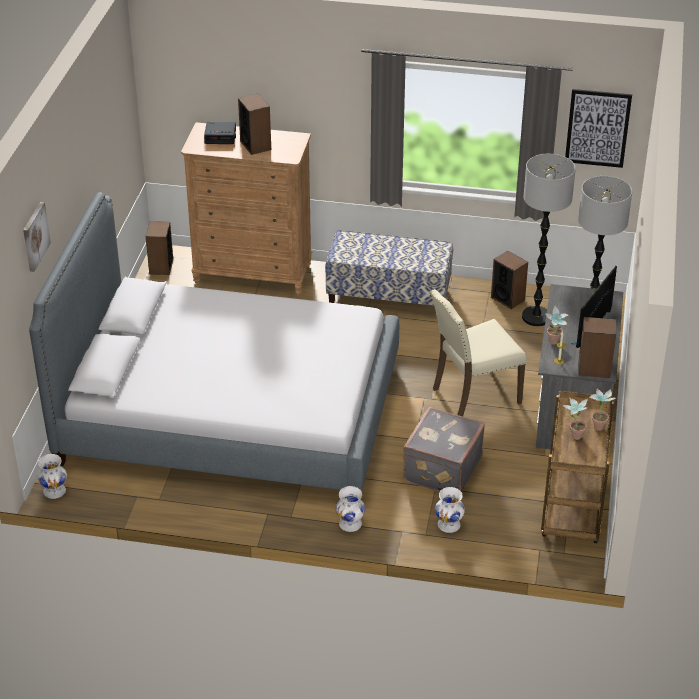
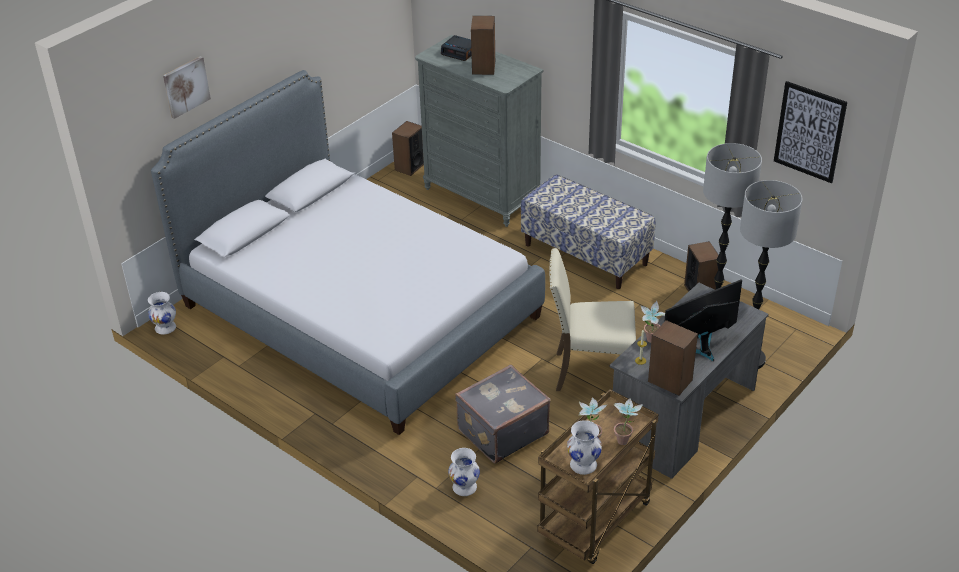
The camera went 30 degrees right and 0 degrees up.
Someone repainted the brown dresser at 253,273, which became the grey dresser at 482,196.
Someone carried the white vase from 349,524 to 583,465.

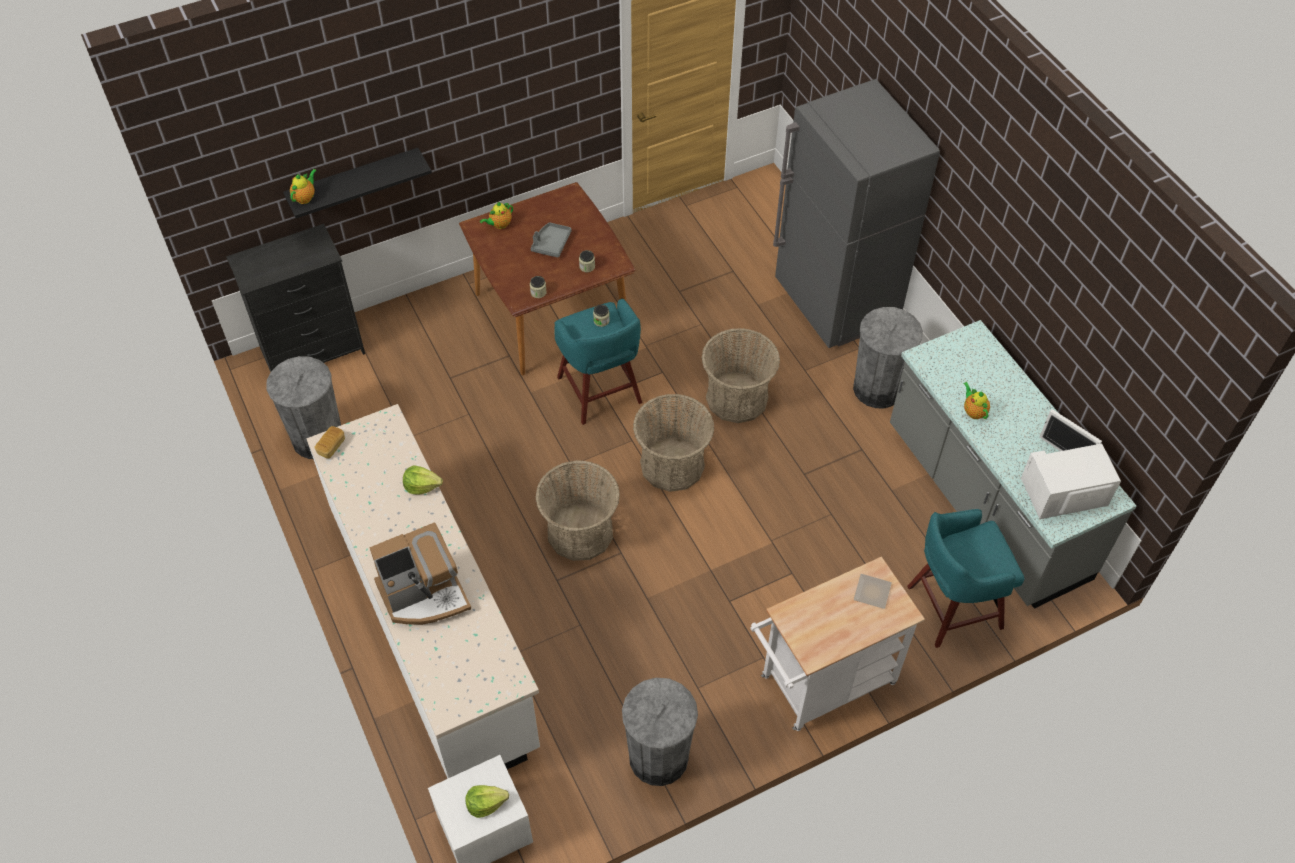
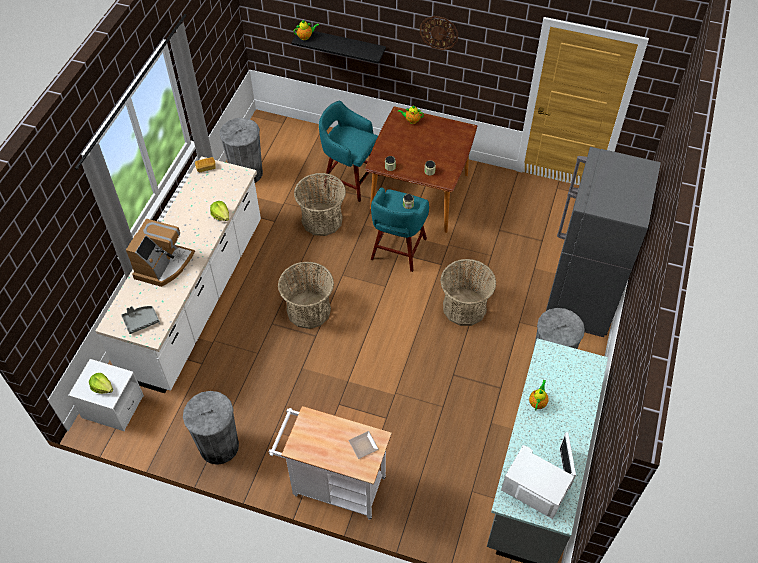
The camera went 45 degrees right and 0 degrees up.
Someone took away the black dresser at 313,352.
Someone rotated the coffee machine at 424,595 by 90 degrees counterclockwise.
Someone carried the grey tray from 551,244 to 141,321.
Someone carried the basket from 672,464 to 322,220.
Someone carried the turquoise stool from 951,608 to 349,180.
Someone put up the wall clock at 439,32.

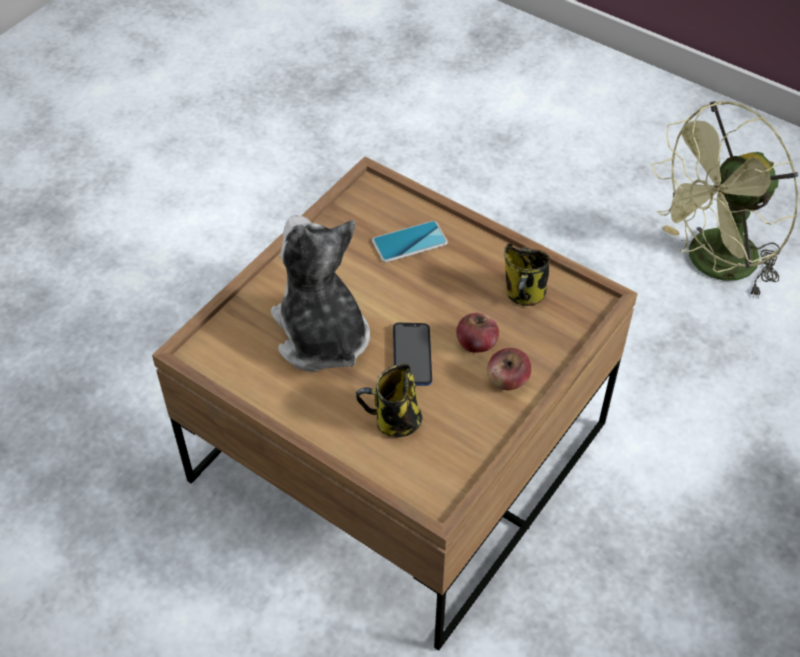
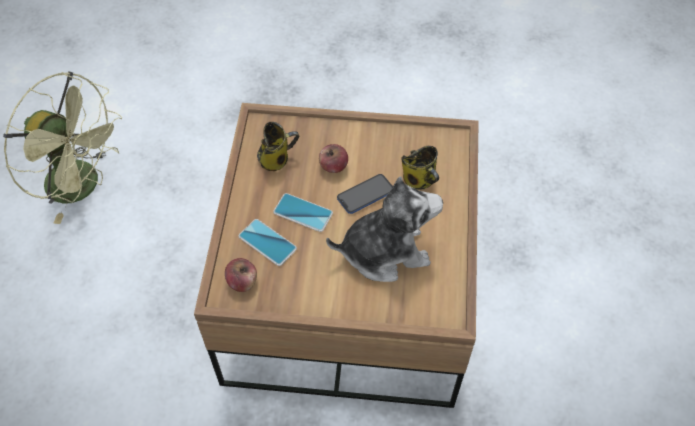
The camera went 120 degrees left and 5 degrees up.
Someone rotated the plush toy at 321,336 by 135 degrees counterclockwise.
Someone carried the apple from 507,381 to 242,282.
Someone put down the phone at 303,213.

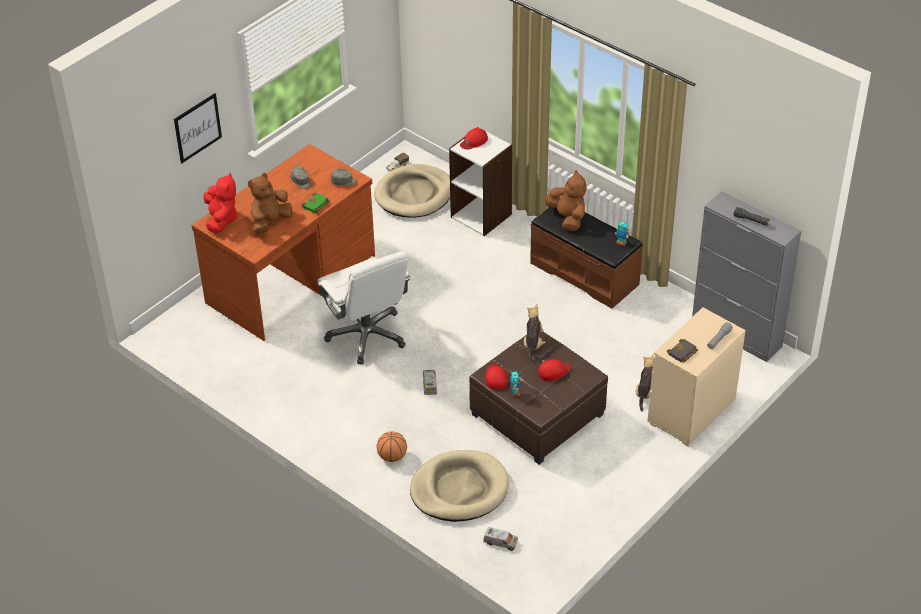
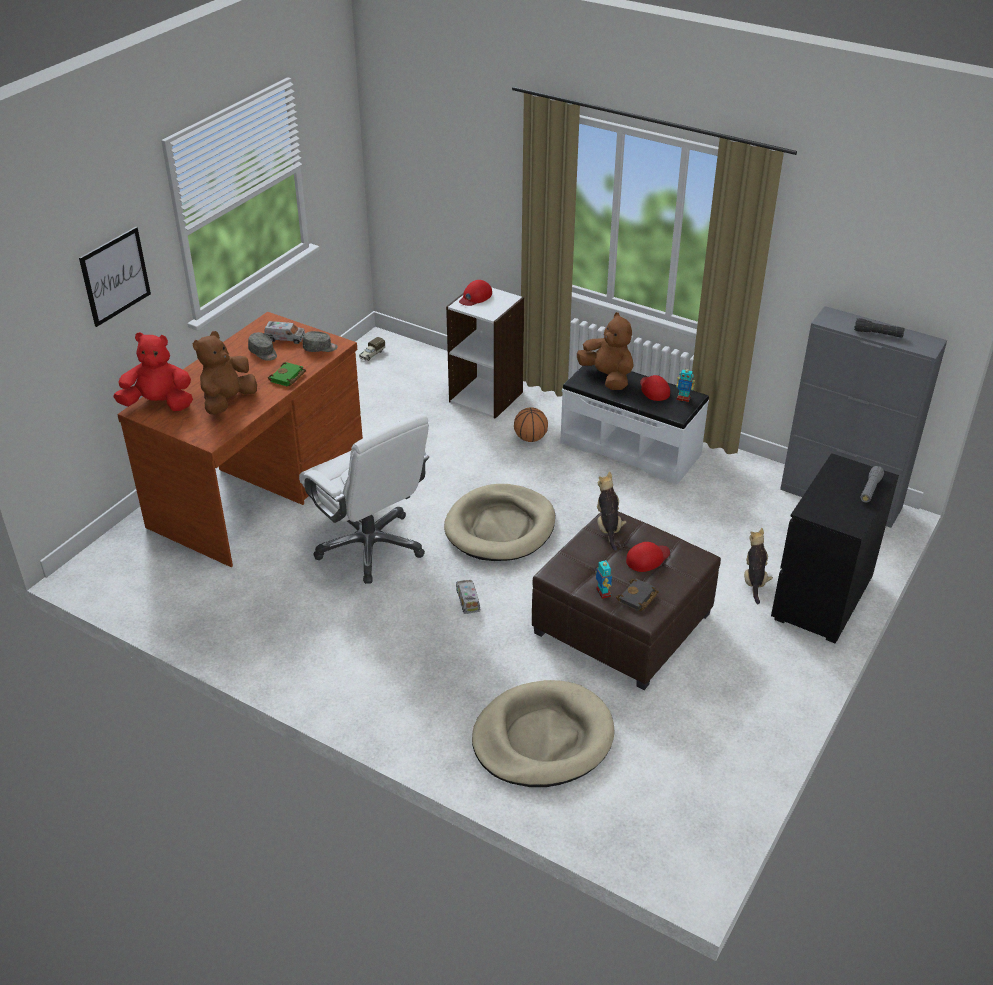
The camera went 10 degrees left and 5 degrees down.
Someone rotated the red plush toy at 221,219 by 75 degrees counterclockwise.
Someone carried the beige dog bed from 414,194 to 500,527.
Someone carried the basketball from 392,456 to 530,438.
Someone carried the toy truck from 500,542 to 285,338.
Someone carried the red cap from 495,378 to 654,390.
Someone repainted the brown bench at 585,273, which became the white bench at 630,448.
Someone repainted the beige dresser at 691,412, which became the black dresser at 821,598.
Someone carried the black book from 682,353 to 637,598.

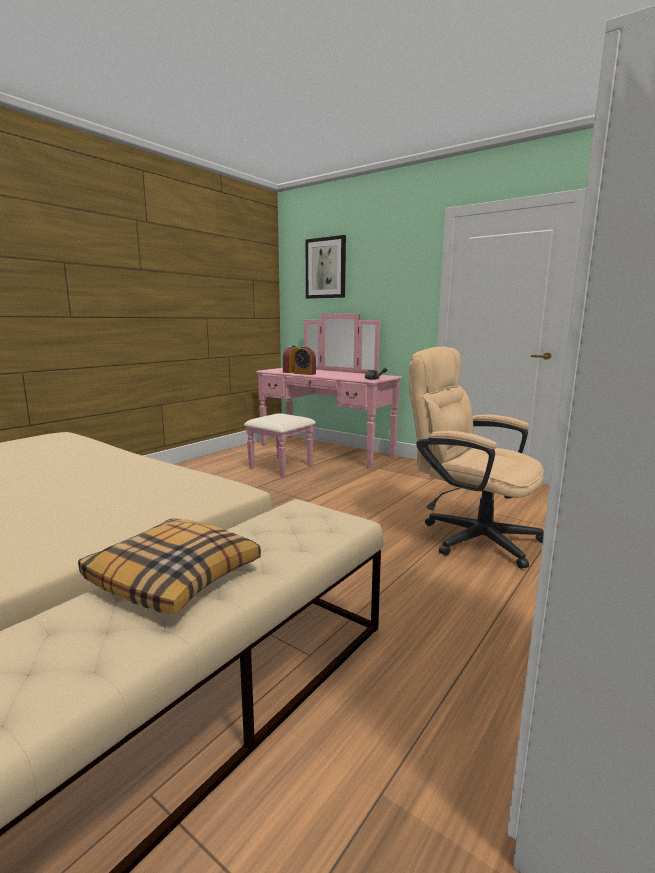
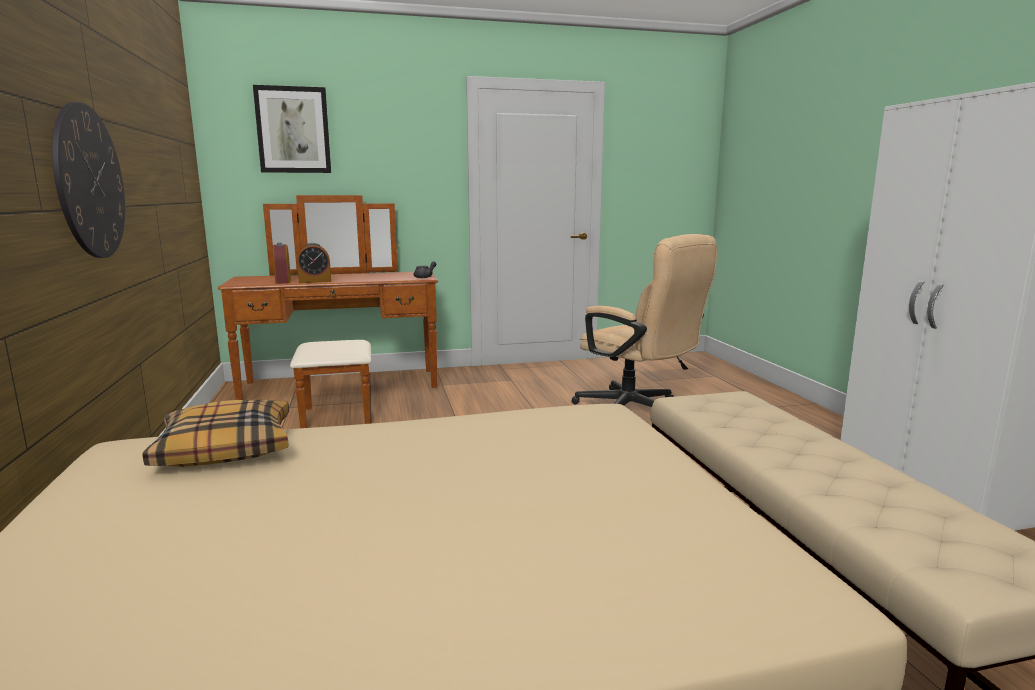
The camera went 50 degrees left and 0 degrees up.
Someone carried the pillow from 175,577 to 226,448.
Someone repainted the pink dresser at 316,454, which became the brown dresser at 341,391.
Someone rotated the beige office chair at 470,536 by 120 degrees counterclockwise.
Someone put up the wall clock at 90,182.

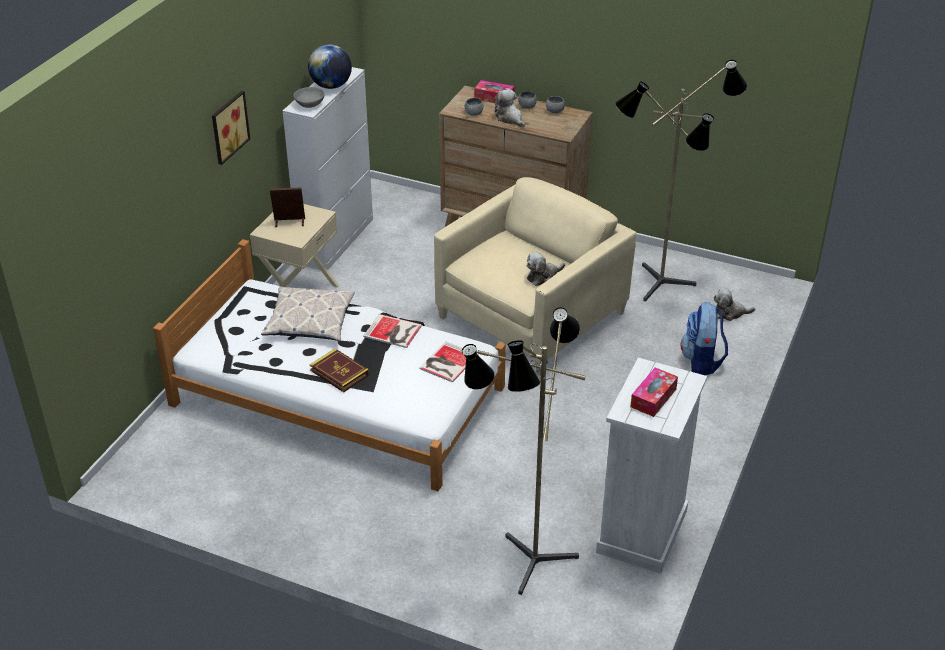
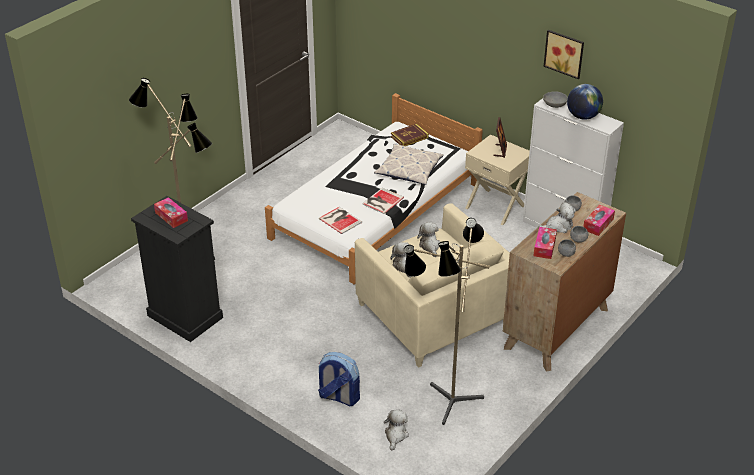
The camera went 105 degrees right and 0 degrees up.
Someone carried the picture from 228,126 to 565,53.
Someone carried the book from 339,373 to 409,137.
Someone repainted the white dresser at 642,532, which became the black dresser at 184,316.
Someone put down the plush toy at 430,246.
Someone put down the tissue box at 544,247.

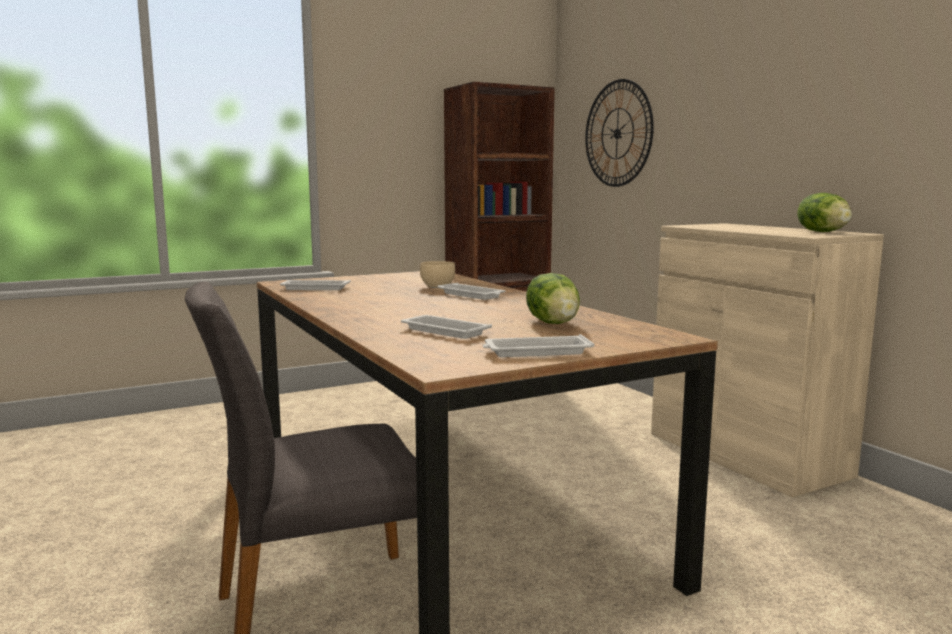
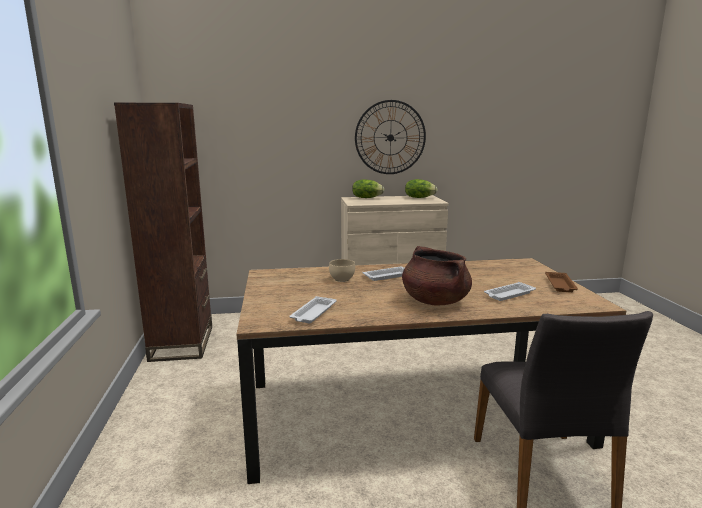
The camera went 70 degrees left and 5 degrees up.
Someone repainted the white tray at 536,352, which became the brown tray at 560,285.
Someone carried the lettuce from 554,323 to 366,198.
Someone carried the wall clock from 617,133 to 390,137.
Someone put down the brown cooking pot at 434,301.

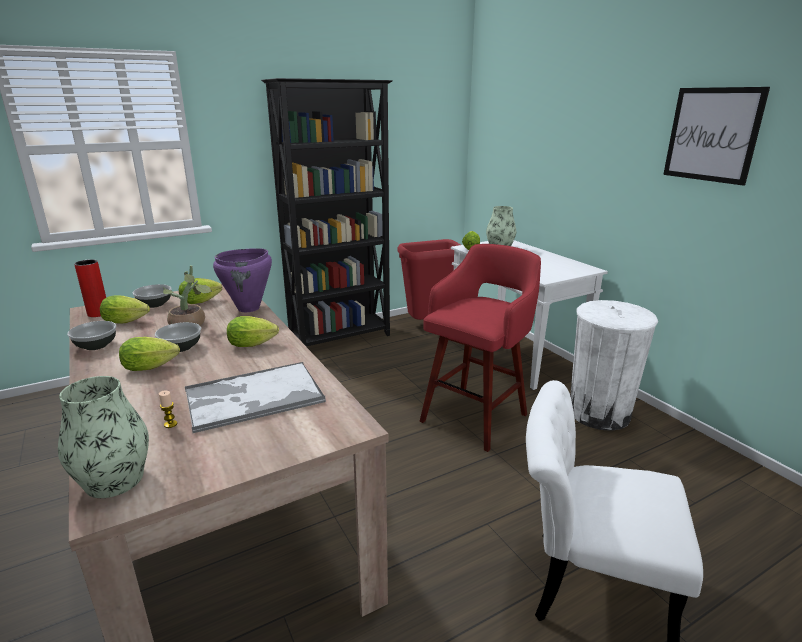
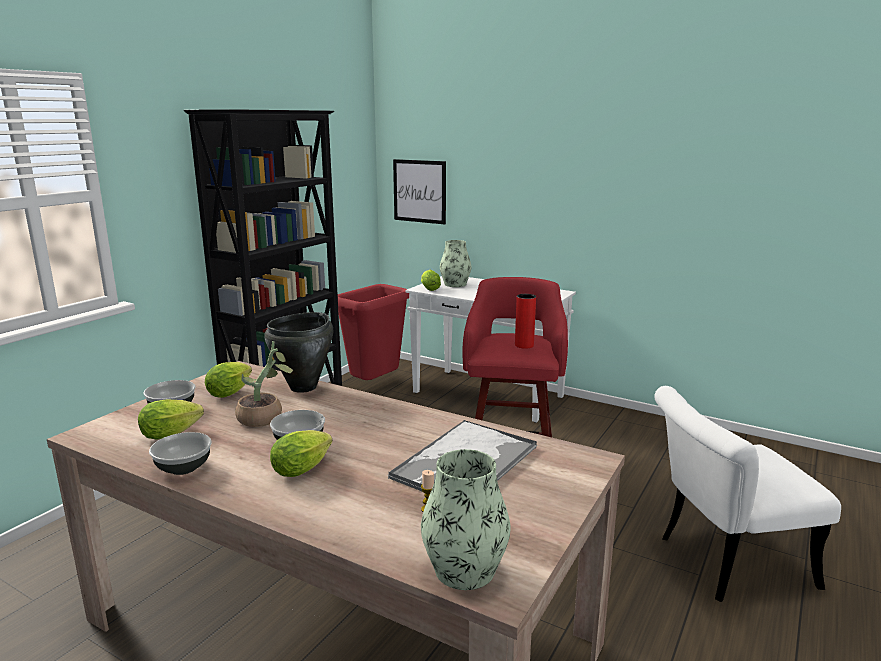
The camera went 30 degrees left and 5 degrees down.
Someone carried the red vase from 98,313 to 524,345.
Someone repainted the purple cooking pot at 249,308, which became the black cooking pot at 304,387.
Someone took away the lettuce at 255,344.
Someone took away the white trash can at 599,413.
Someone carried the picture from 712,135 to 419,191.

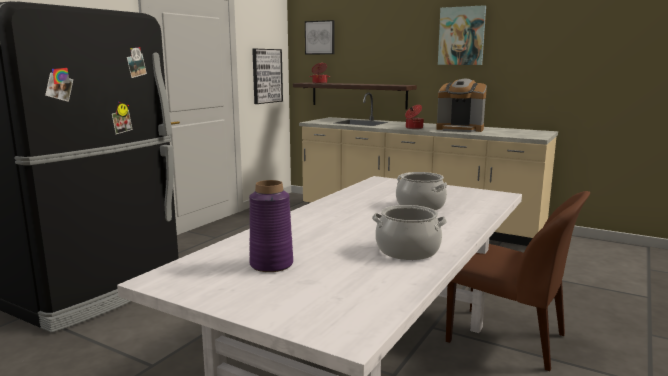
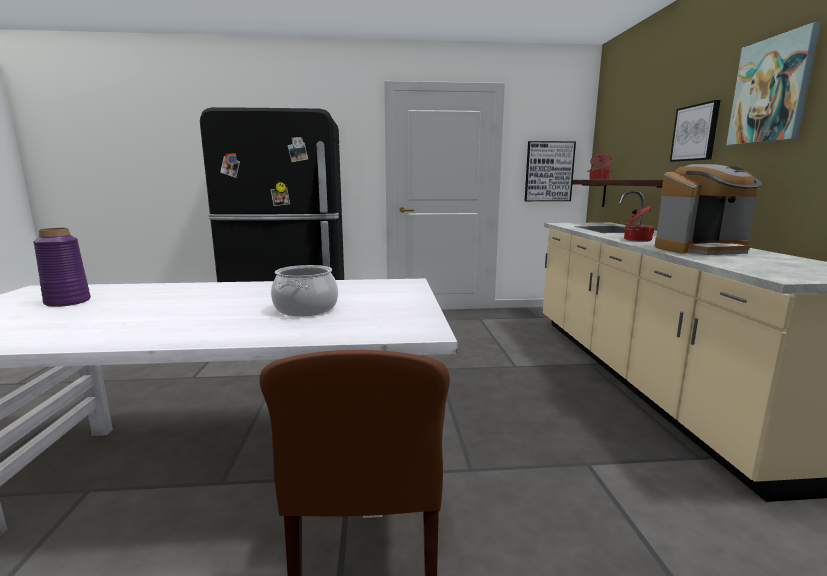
The camera went 55 degrees right and 0 degrees up.
Someone carried the picture from 320,37 to 695,133.
Someone took away the cooking pot at 408,250.
Someone rotated the coffee machine at 460,129 by 90 degrees counterclockwise.

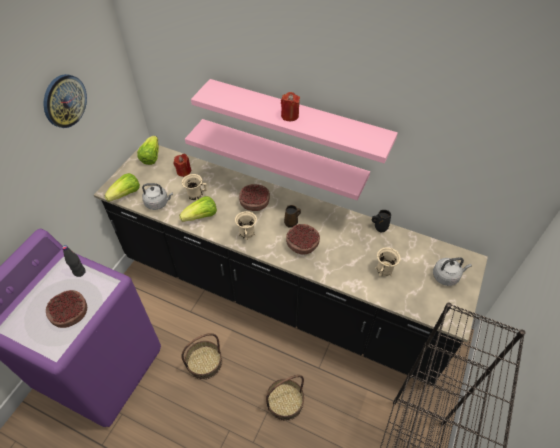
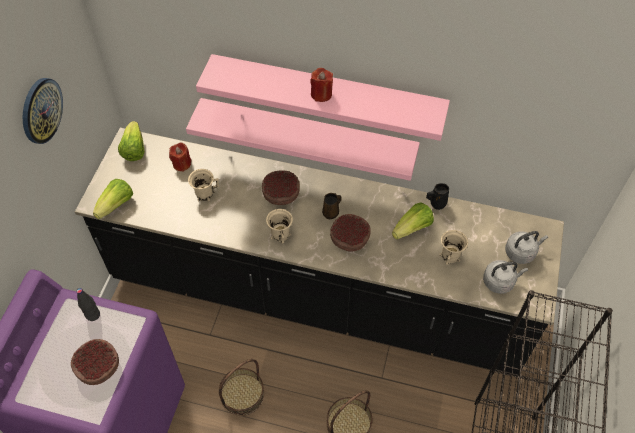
The camera went 10 degrees left and 5 degrees up.
Someone carried the grey kettle from 158,203 to 500,281.
Someone carried the lettuce from 201,217 to 412,228.

